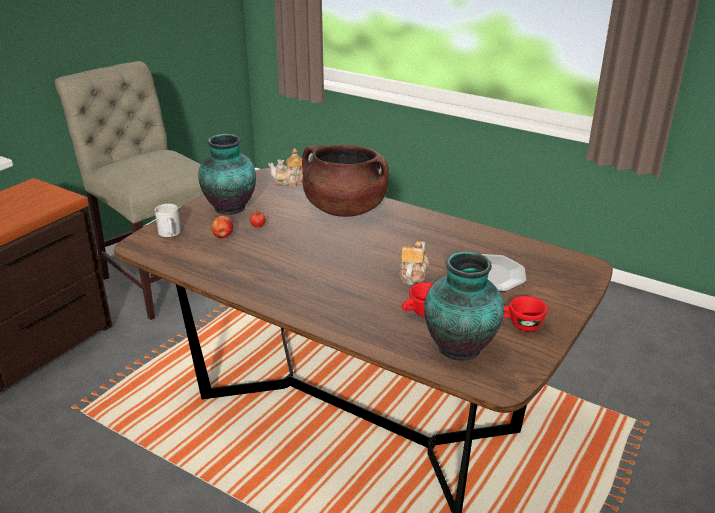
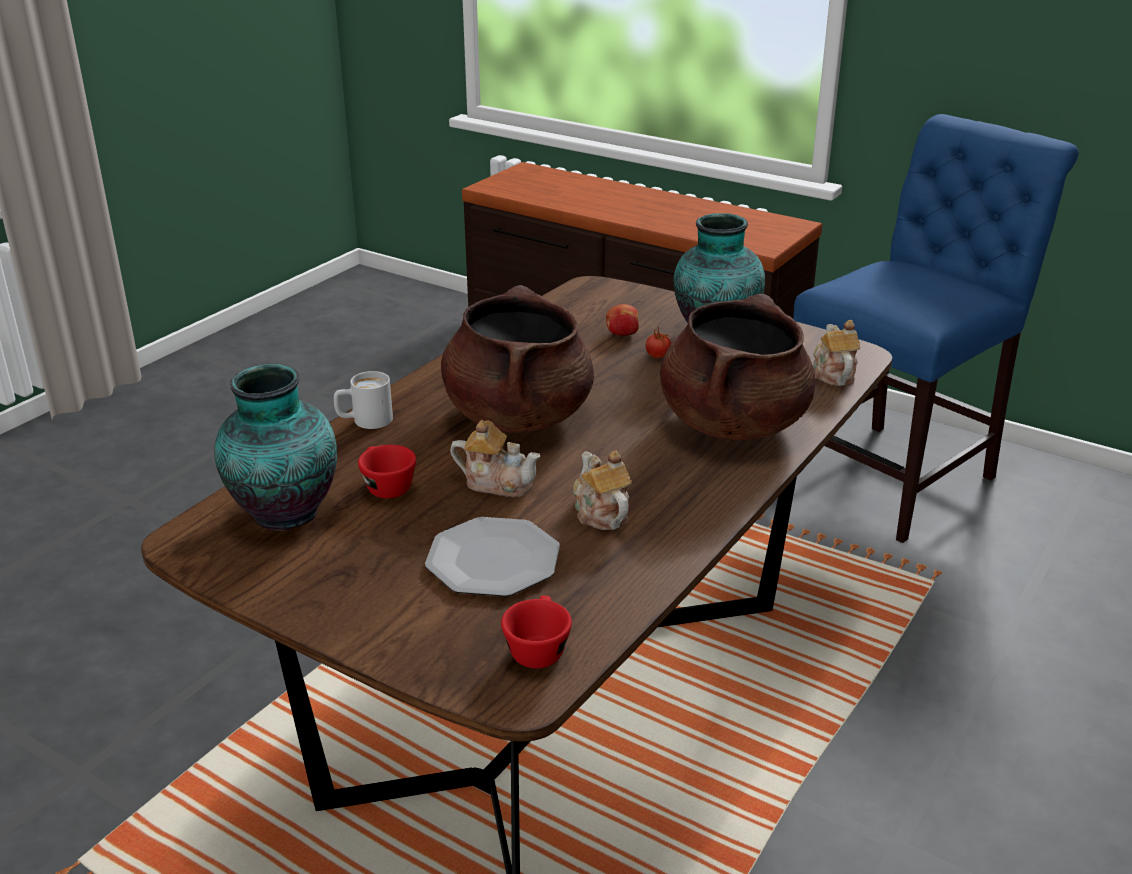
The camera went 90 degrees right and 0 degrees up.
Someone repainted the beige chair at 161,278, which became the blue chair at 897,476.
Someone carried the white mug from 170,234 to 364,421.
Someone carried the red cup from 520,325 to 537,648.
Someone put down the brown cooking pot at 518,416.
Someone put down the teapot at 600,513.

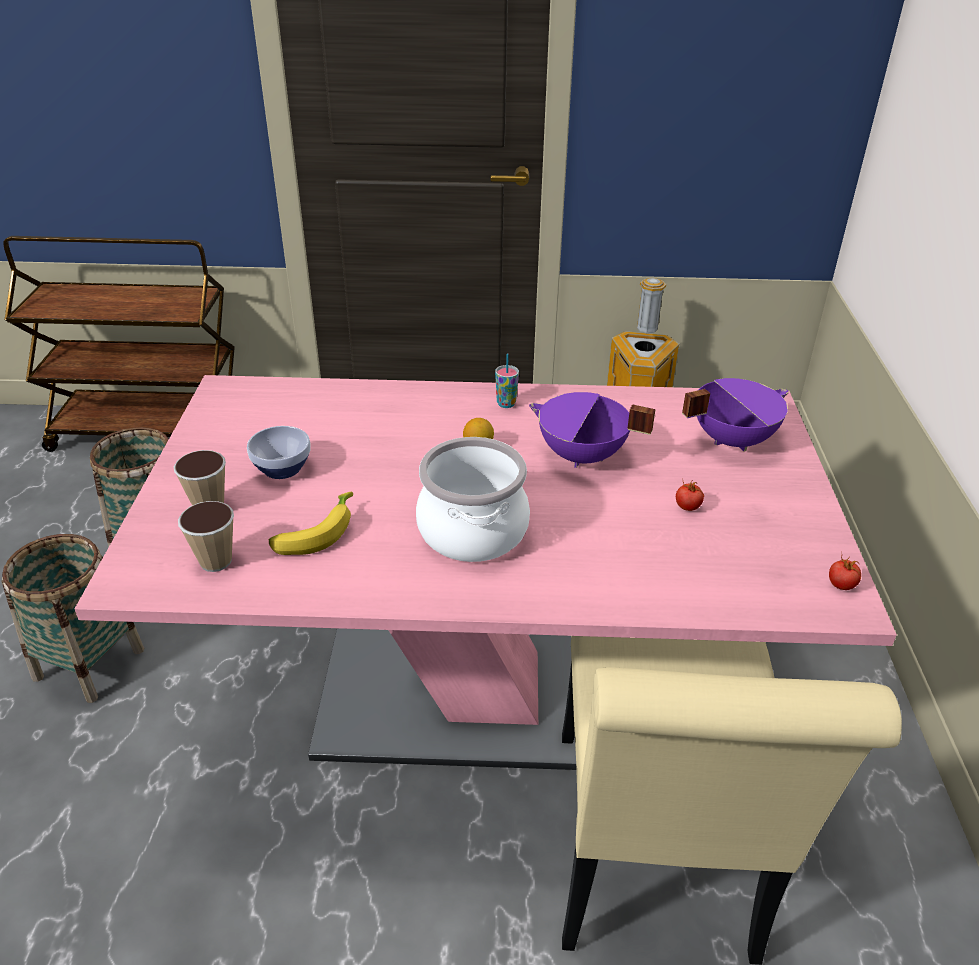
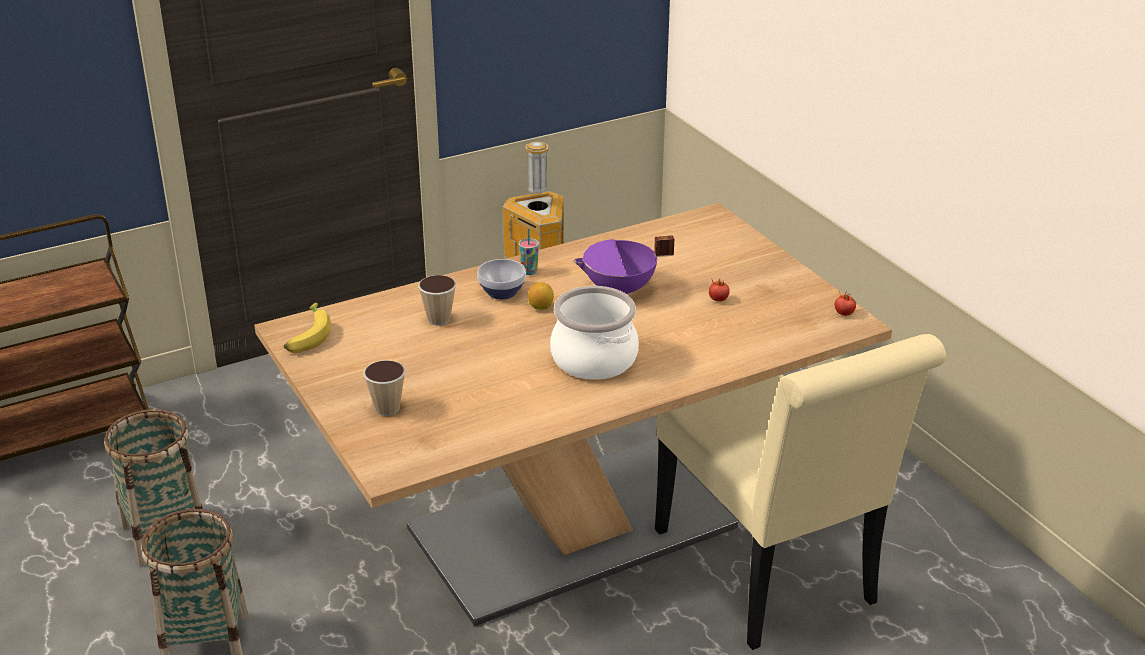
The camera went 30 degrees left and 5 degrees down.
Someone repainted the pink dining table at 486,692, which became the brown dining table at 572,528.
Someone carried the cup from 216,561 to 439,319.
Someone carried the bowl from 283,468 to 502,291.
Someone carried the banana from 314,533 to 307,336.
Someone took away the purple cooking pot at 731,439.

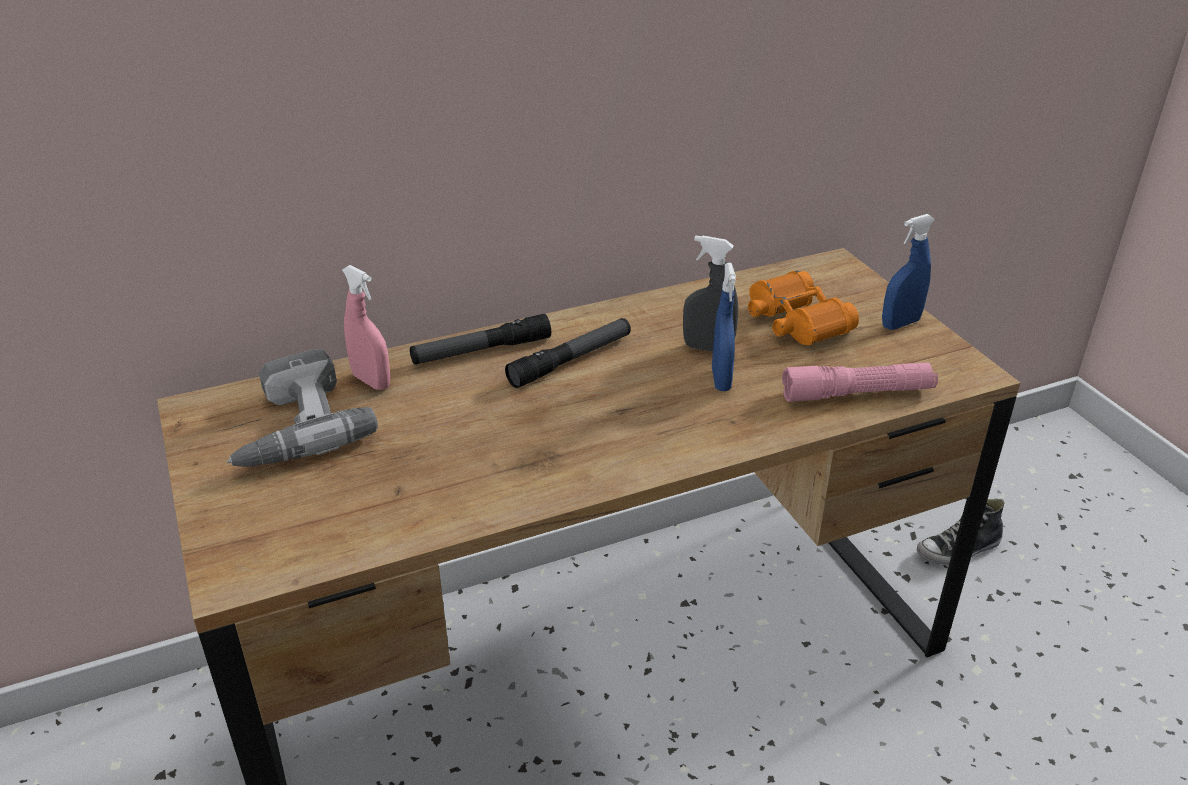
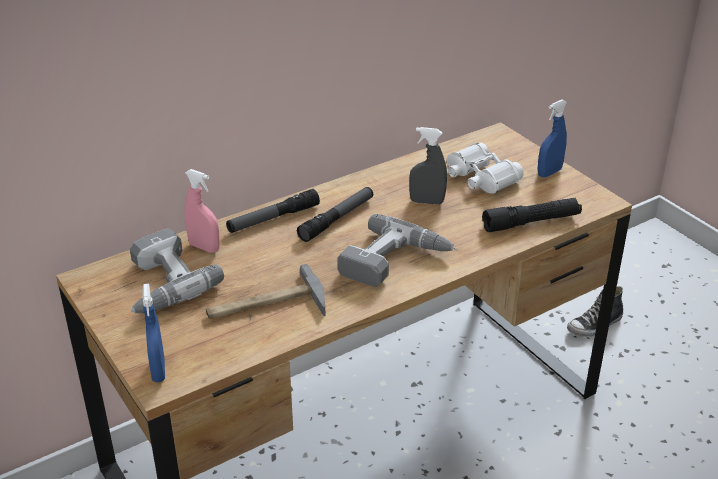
The camera went 10 degrees left and 0 degrees up.
Someone carried the blue spray bottle from 721,380 to 158,370.
Someone repainted the orange binoculars at 795,321, which became the white binoculars at 480,178.
Someone repainted the pink flashlight at 857,393, which became the black flashlight at 531,222.
Someone put down the hammer at 266,305.
Someone put down the power drill at 395,262.

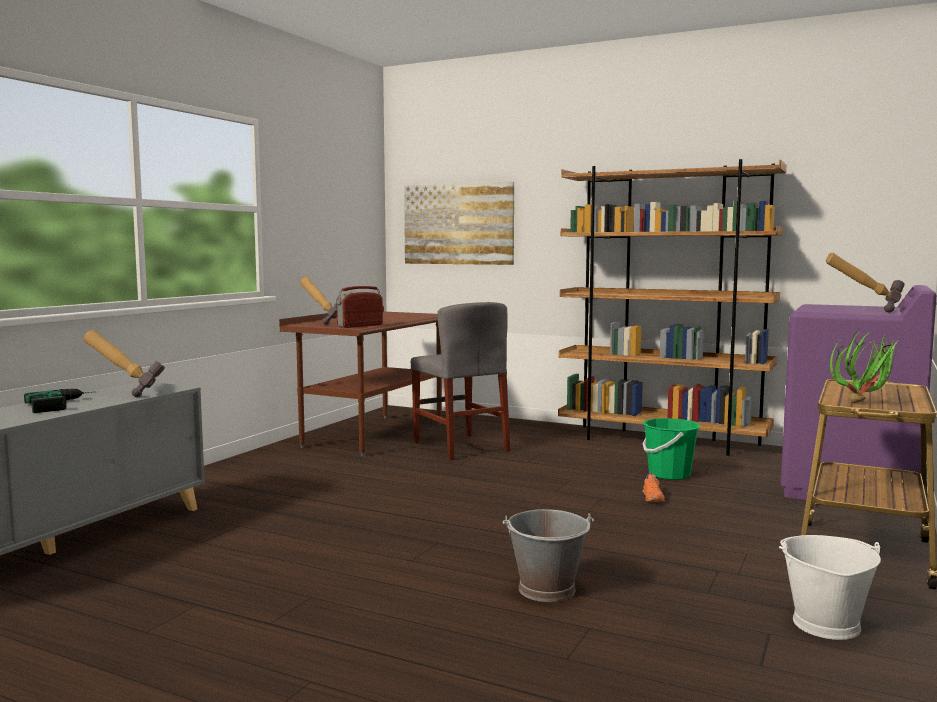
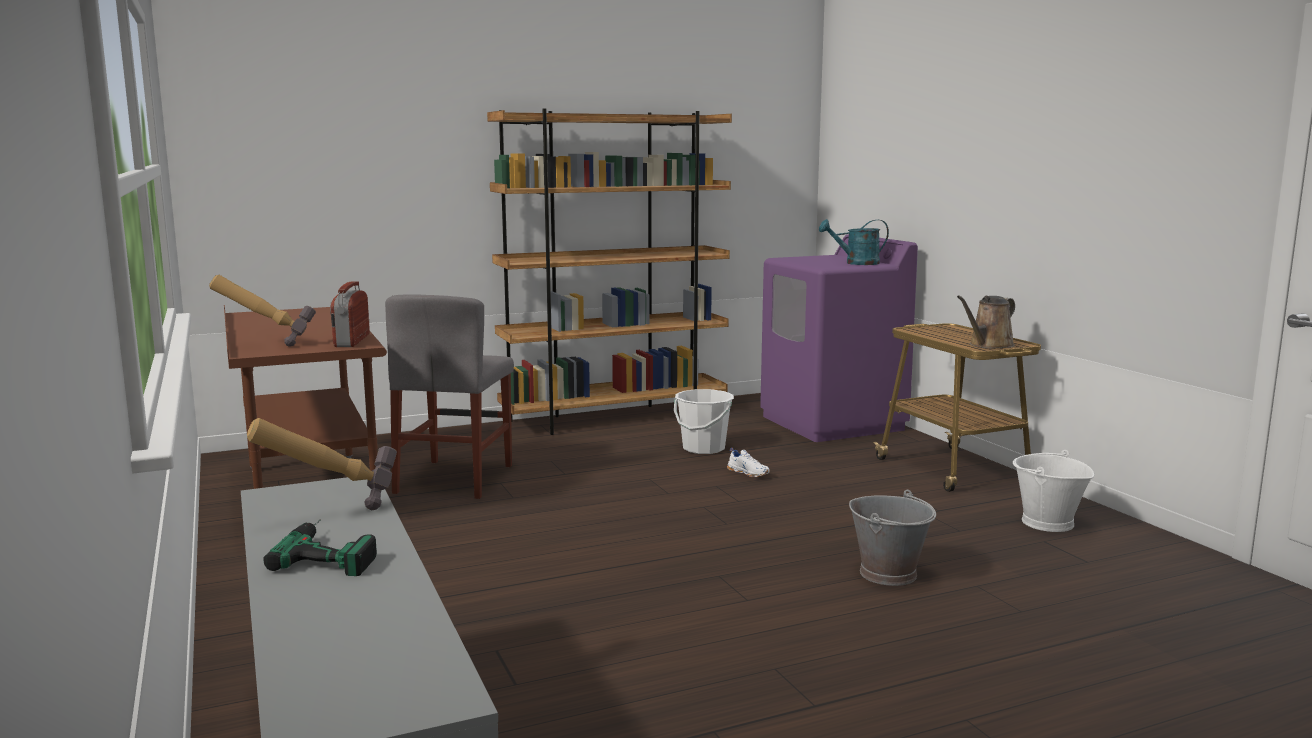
The camera went 50 degrees left and 5 degrees up.
Someone took away the picture at 458,224.
Someone rotated the grey chair at 460,447 by 90 degrees clockwise.
Someone repainted the green bucket at 669,474, which became the white bucket at 703,448.
Someone repainted the orange shoe at 653,498, which became the white shoe at 749,473.
Someone swapped the hammer at 862,311 for the turquoise watering can at 856,263.
Someone swapped the potted plant at 865,403 for the brown watering can at 988,345.

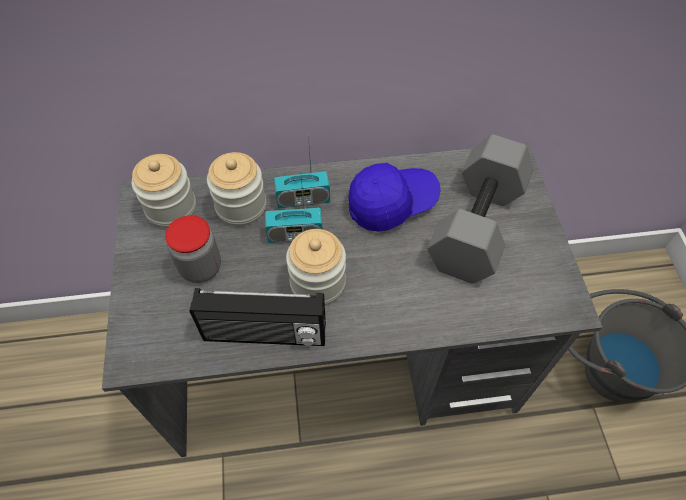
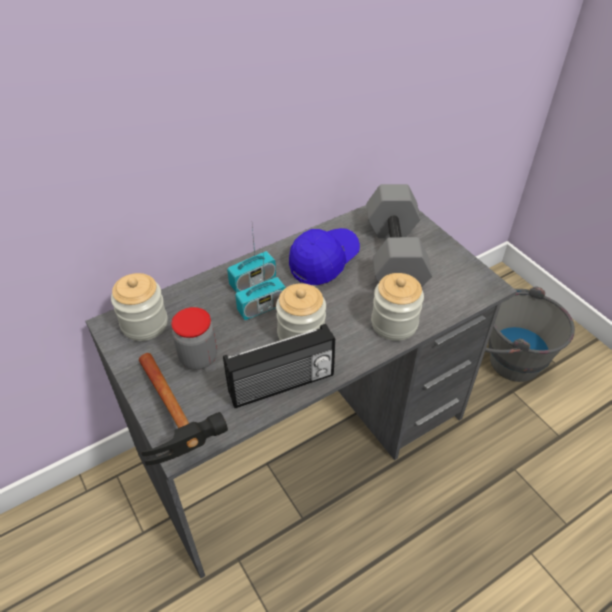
The camera went 25 degrees left and 10 degrees down.
Someone carried the jar from 241,206 to 394,324.
Someone put down the hammer at 179,427.

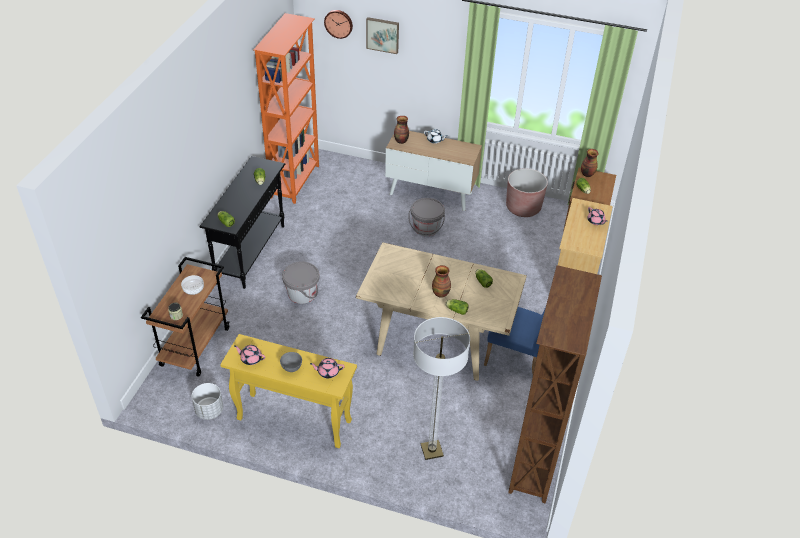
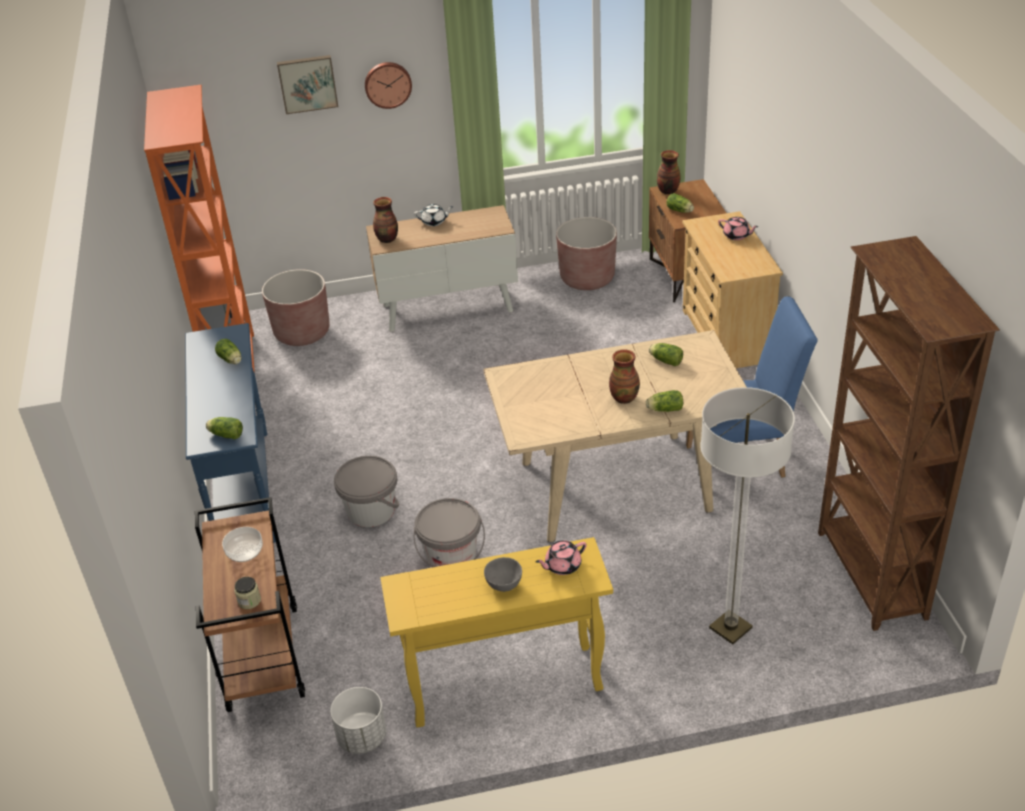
The camera went 25 degrees left and 5 degrees down.
Someone repainted the black console table at 251,252, which became the blue console table at 244,489.
Someone took away the pink teapot at 251,358.
Someone carried the wall clock from 339,23 to 387,84.
Someone carried the grey bucket from 426,228 to 451,556.
Someone put down the brown planter at 302,332.

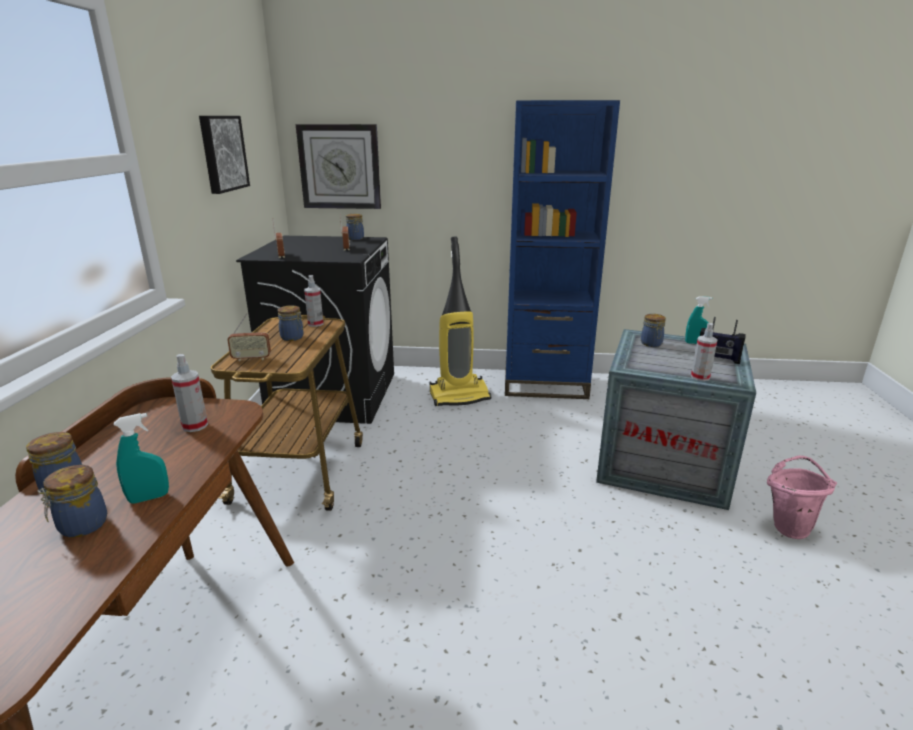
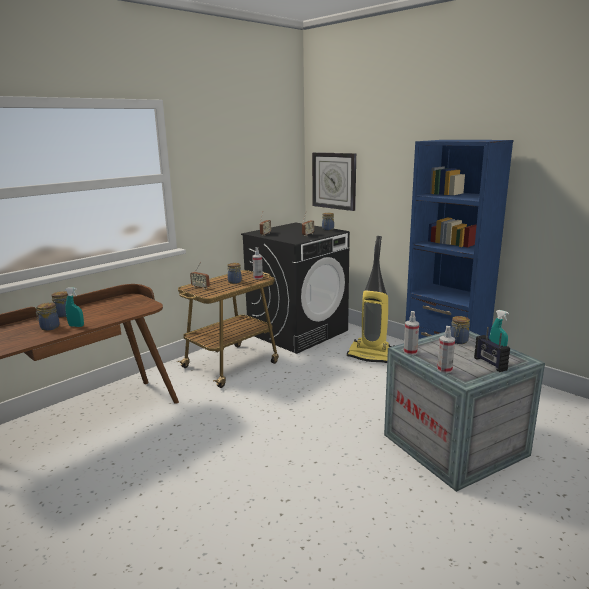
The camera went 40 degrees right and 5 degrees down.
Someone carried the spray bottle from 195,426 to 410,352.
Someone took away the picture at 222,153.
Someone took away the pink bucket at 788,526.

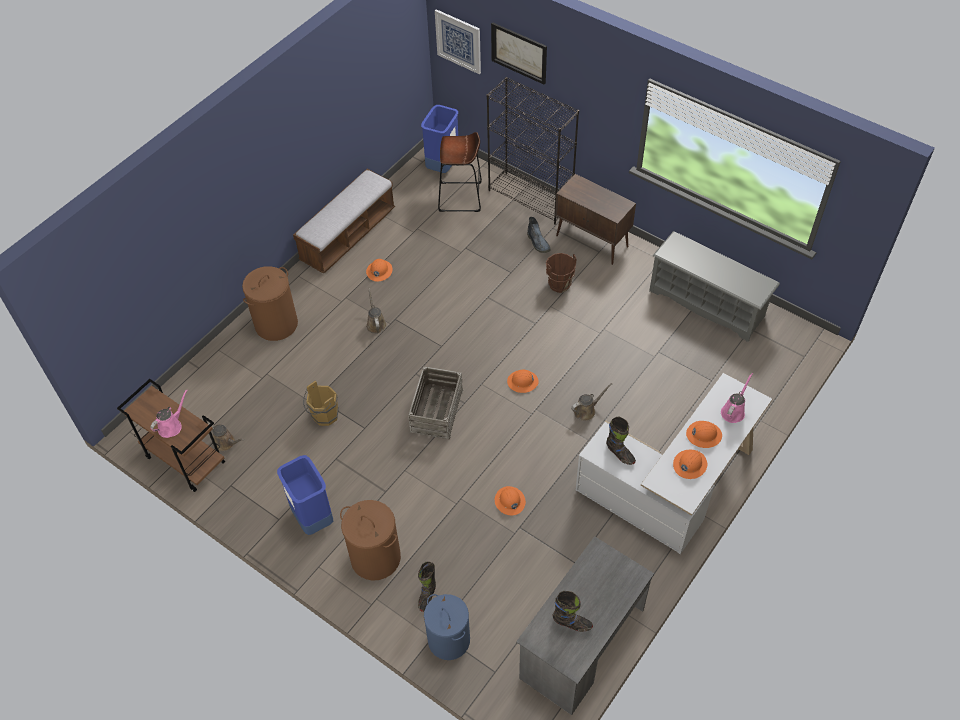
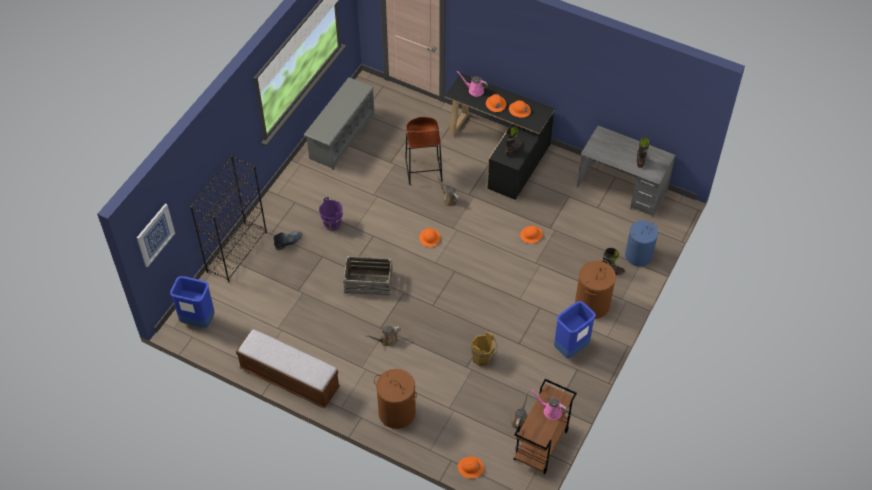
The camera went 100 degrees left and 0 degrees up.
Someone carried the orange hard hat from 379,271 to 470,468.
Someone carried the crate from 436,410 to 368,283.
Someone carried the brown stool from 460,197 to 424,170.
Someone took away the picture at 519,53.
Someone repainted the brown bucket at 559,284, which became the purple bucket at 332,224.
Someone took away the brown cabinet at 592,241.
Someone repainted the white desk at 672,486, which became the black desk at 501,151.

